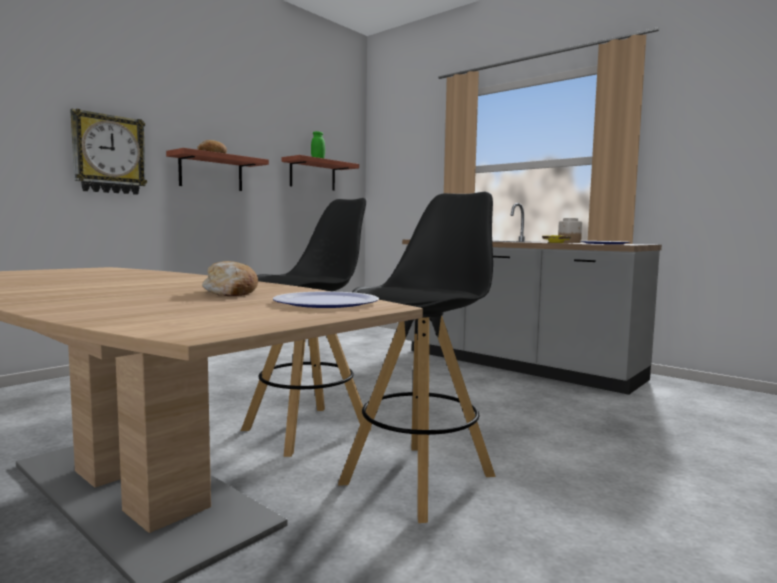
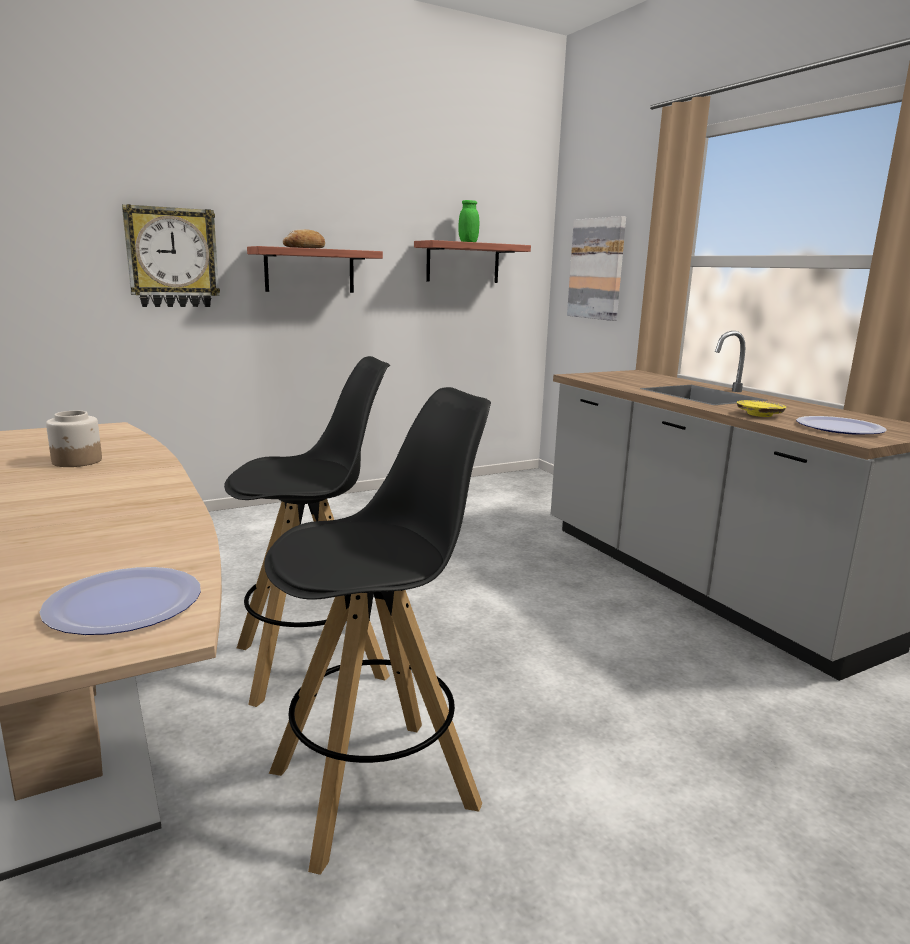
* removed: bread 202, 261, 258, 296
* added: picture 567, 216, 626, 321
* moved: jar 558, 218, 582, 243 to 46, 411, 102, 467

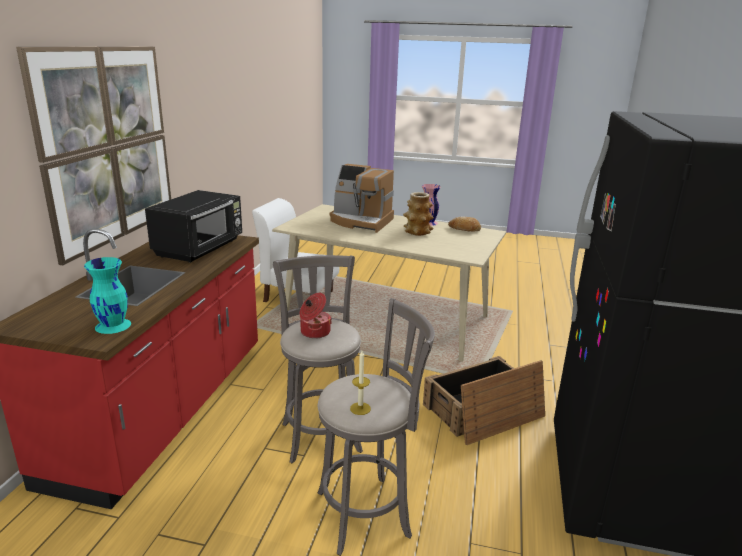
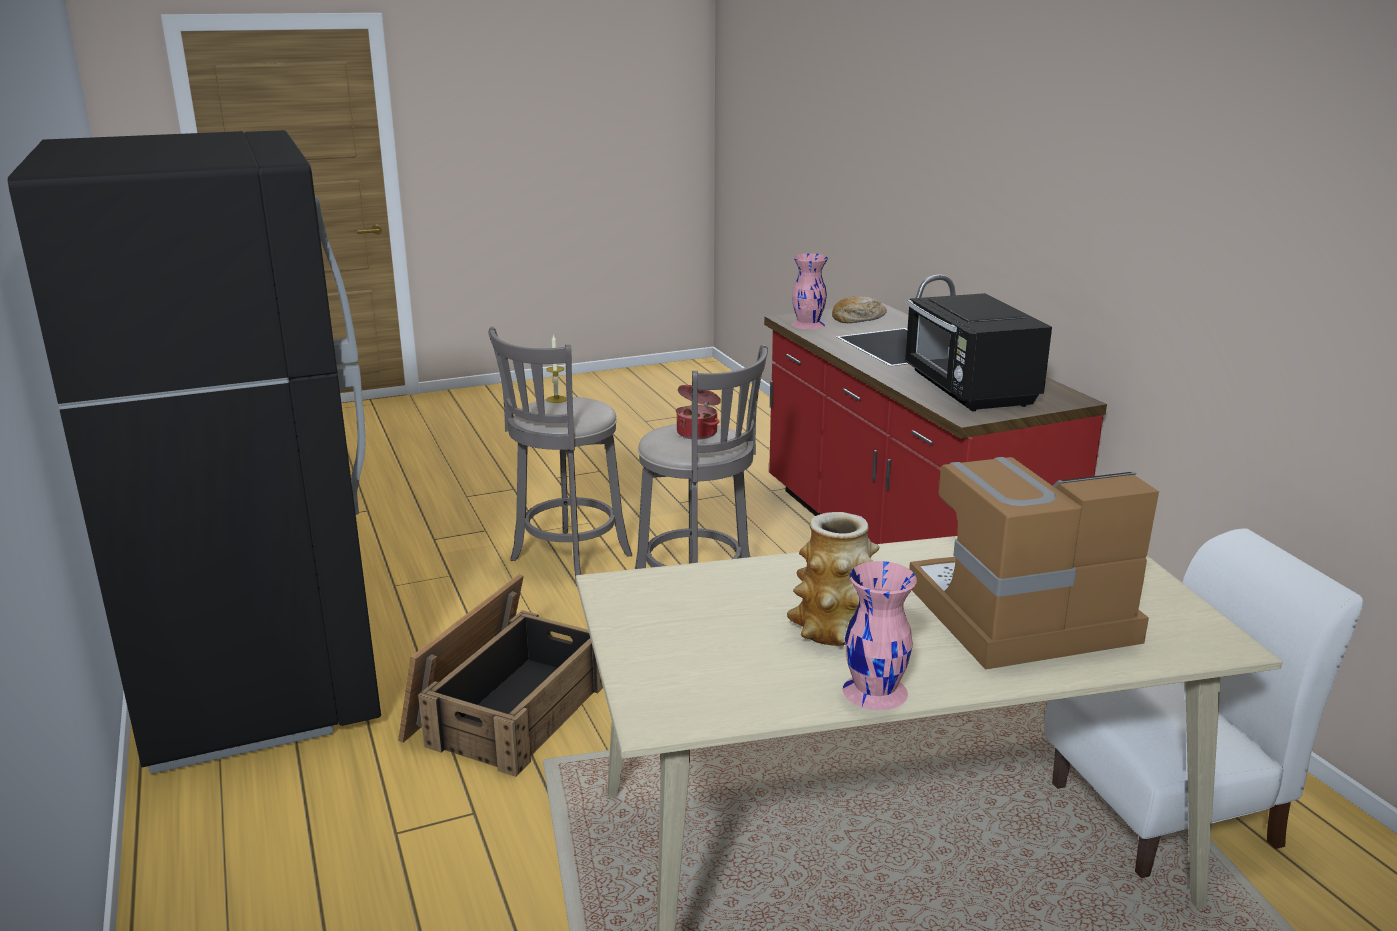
* removed: picture 16, 47, 171, 265
* moved: bread 448, 216, 481, 231 to 832, 296, 887, 323
* recoloured: turquoise vase 84, 257, 131, 334 to pink vase 791, 253, 828, 329

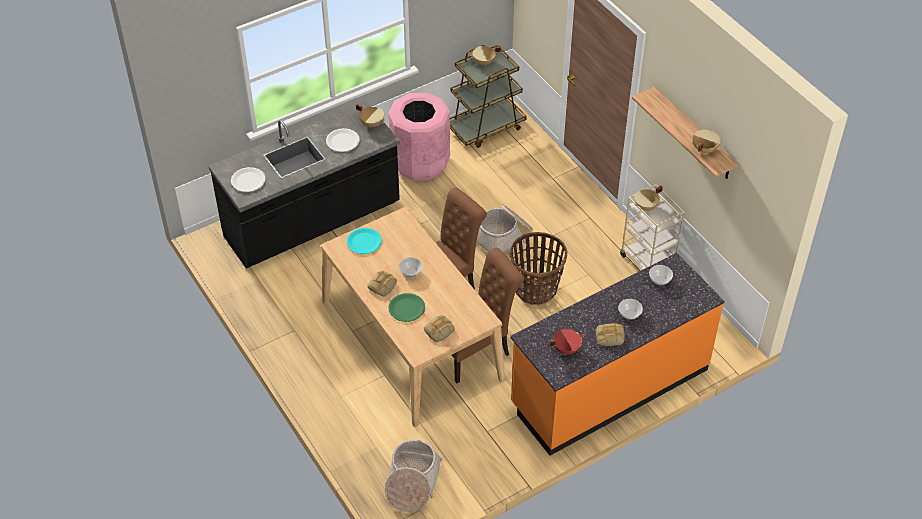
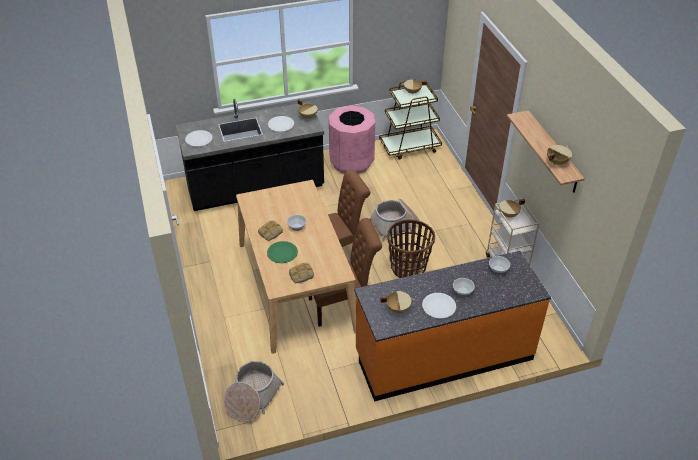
* removed: turquoise plate 347, 228, 382, 254
* replaced: bread 596, 323, 625, 346 to white plate 422, 293, 456, 319
* recoloured: red cooking pot 548, 329, 584, 355 to beige cooking pot 380, 291, 415, 313

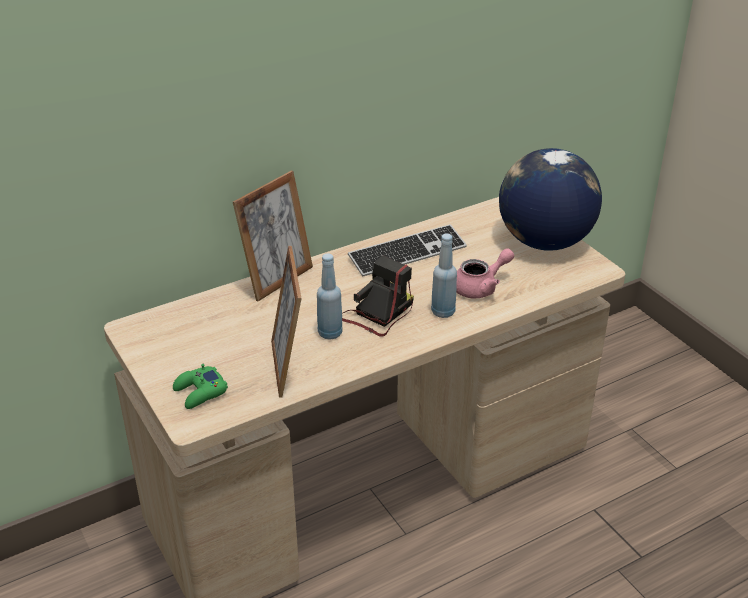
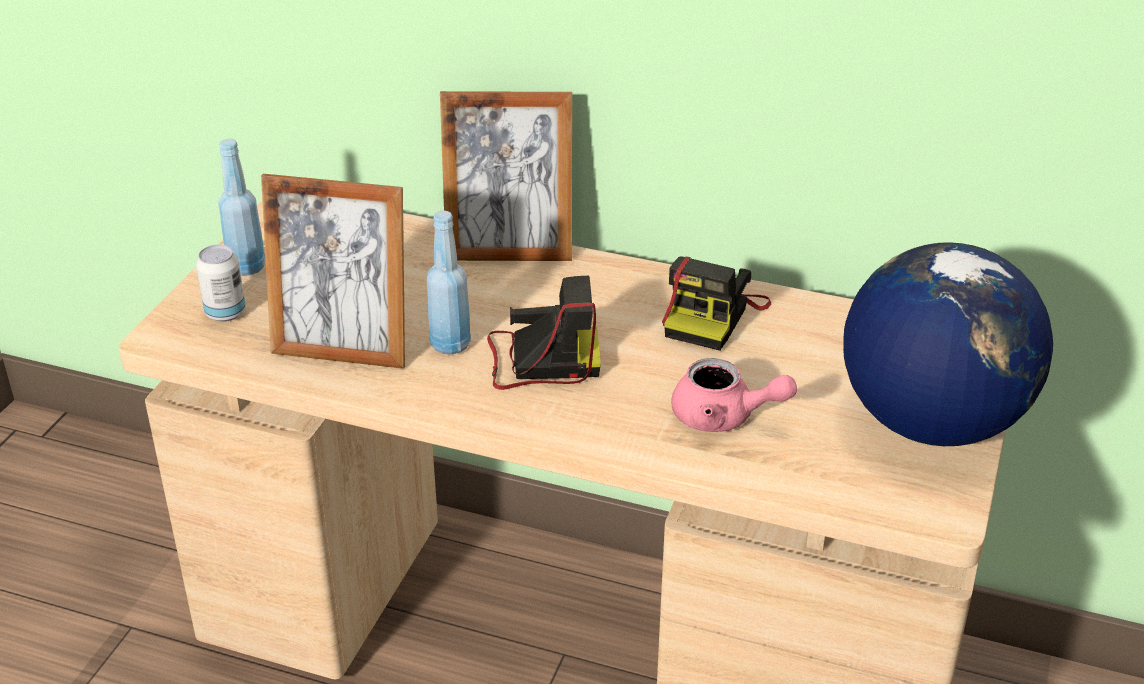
* moved: blue bottle 431, 233, 457, 318 to 218, 139, 265, 276
* replaced: green game controller 173, 364, 228, 409 to can 196, 245, 246, 322
* replaced: keyboard 348, 224, 467, 276 to photo camera 662, 256, 771, 351
* turned: picture frame 271, 246, 302, 397 = 261, 174, 405, 369 120 degrees counterclockwise

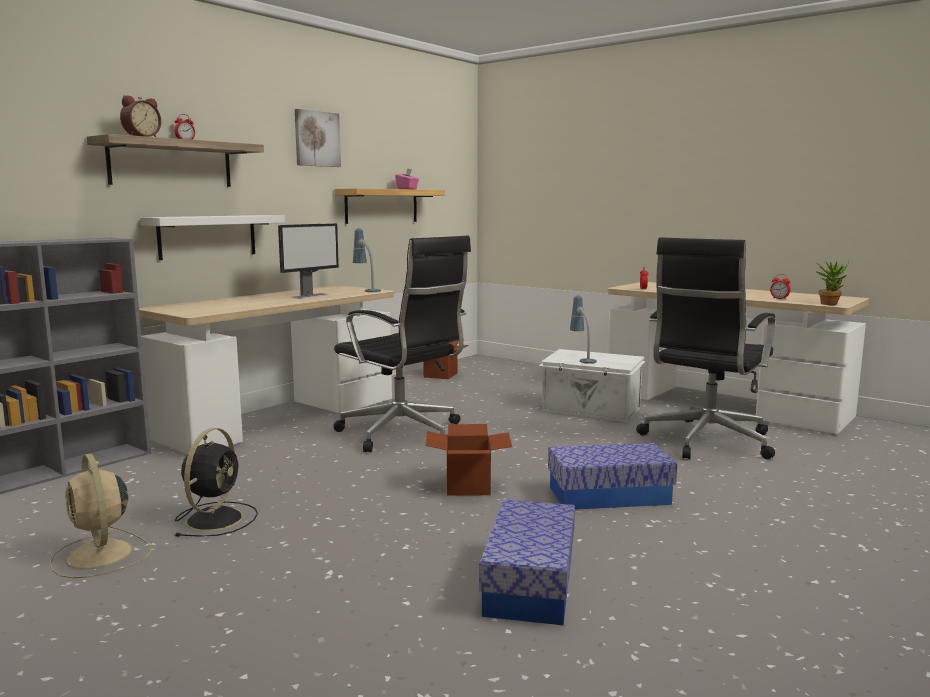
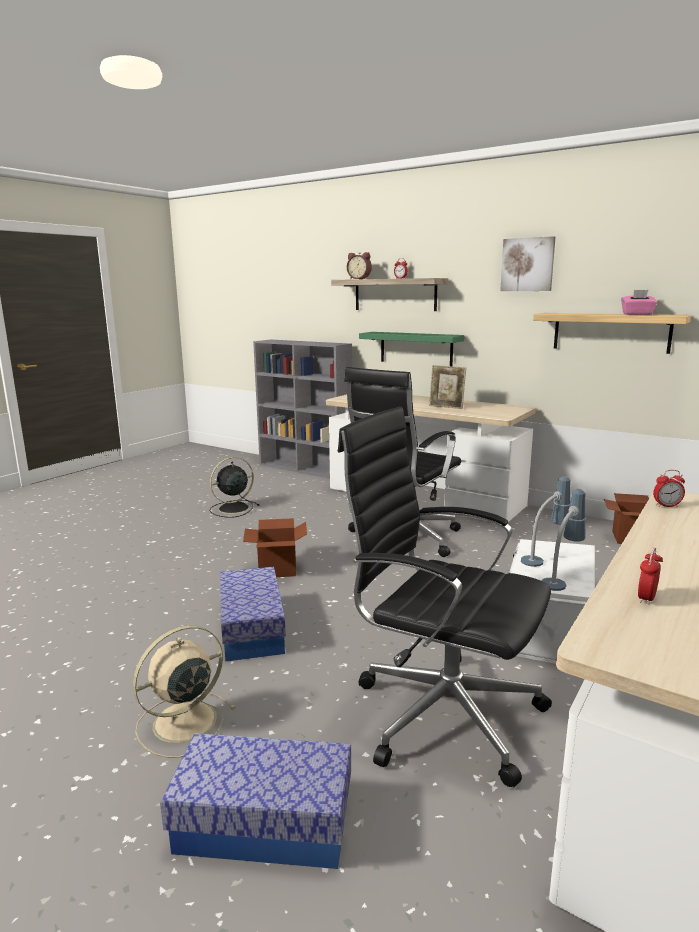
* removed: potted plant 815, 261, 849, 305
* moved: beige fan 50, 453, 152, 578 to 133, 625, 236, 758
* moved: table lamp 353, 229, 381, 292 to 542, 489, 586, 591
* moved: storage box 479, 499, 575, 625 to 160, 733, 351, 869
* replaced: monitor 278, 223, 339, 299 to picture frame 429, 365, 466, 409
* recoloured: white shelf 140, 215, 285, 260 to green shelf 359, 332, 465, 366
* turned: black fan 175, 428, 258, 537 = 210, 457, 260, 518 135 degrees clockwise

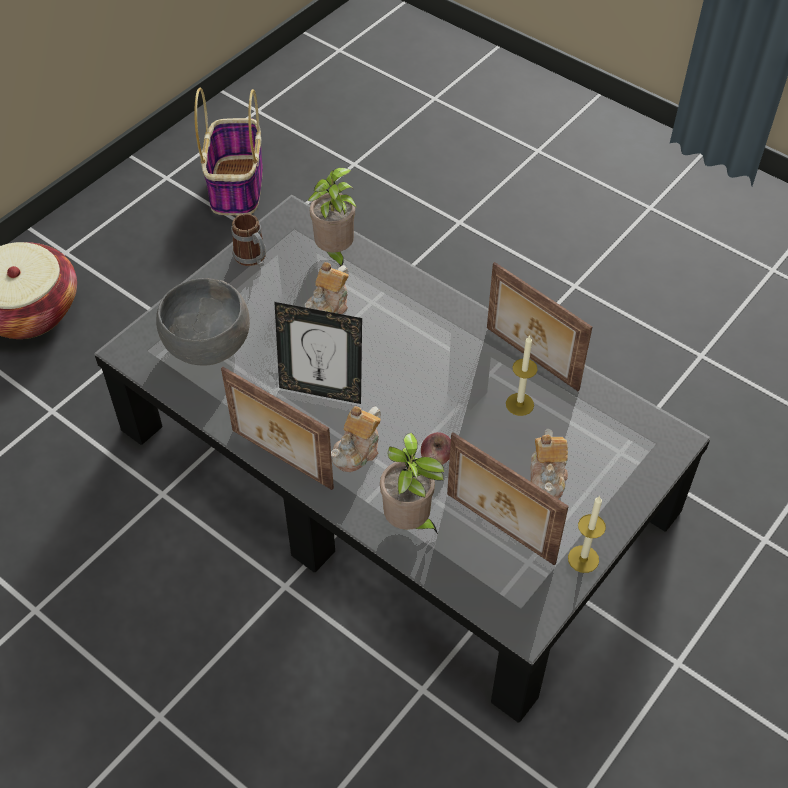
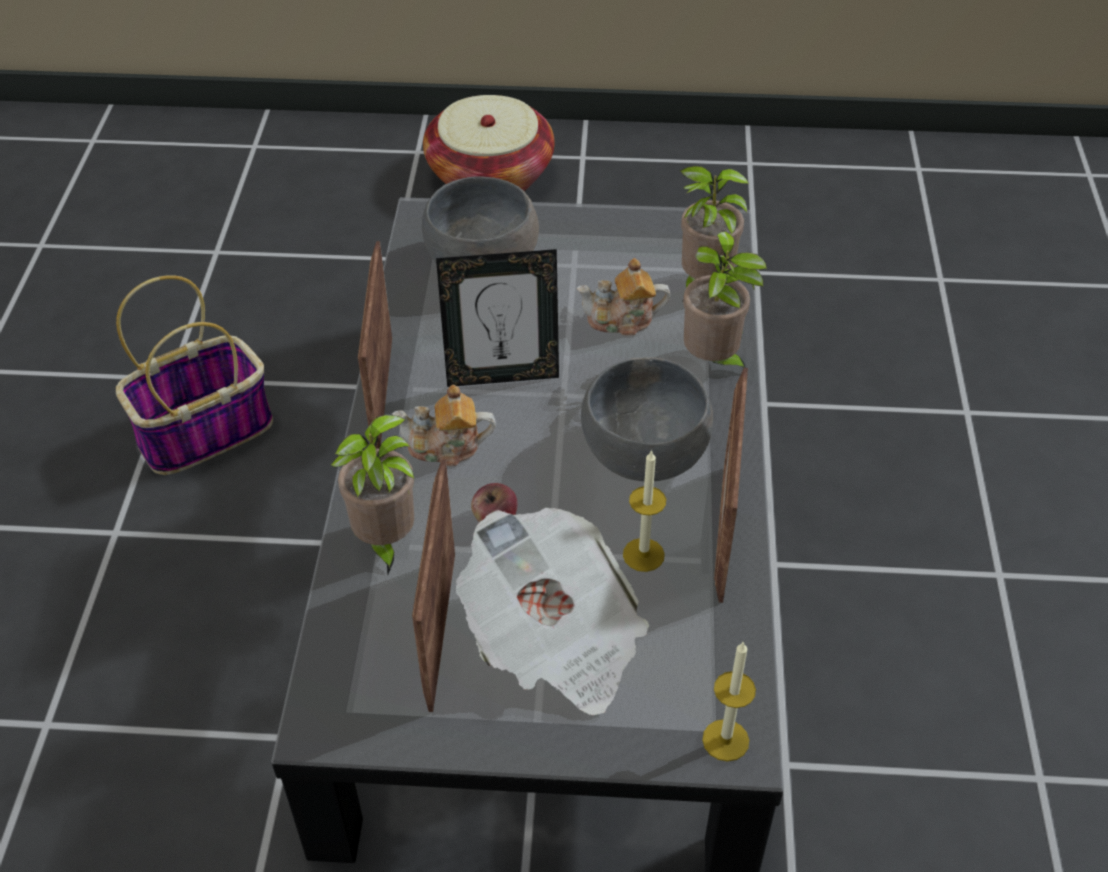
* removed: mug 232, 213, 266, 267
* added: grey bowl 581, 357, 713, 481
* added: potted plant 683, 231, 767, 375
* moved: basket 194, 88, 263, 215 to 116, 275, 273, 475
* moved: candle 568, 496, 606, 573 to 702, 642, 756, 762
* replaced: teapot 530, 429, 568, 499 to newspaper 456, 507, 649, 715
* turned: picture frame 274, 302, 362, 404 = 436, 249, 559, 387 75 degrees counterclockwise

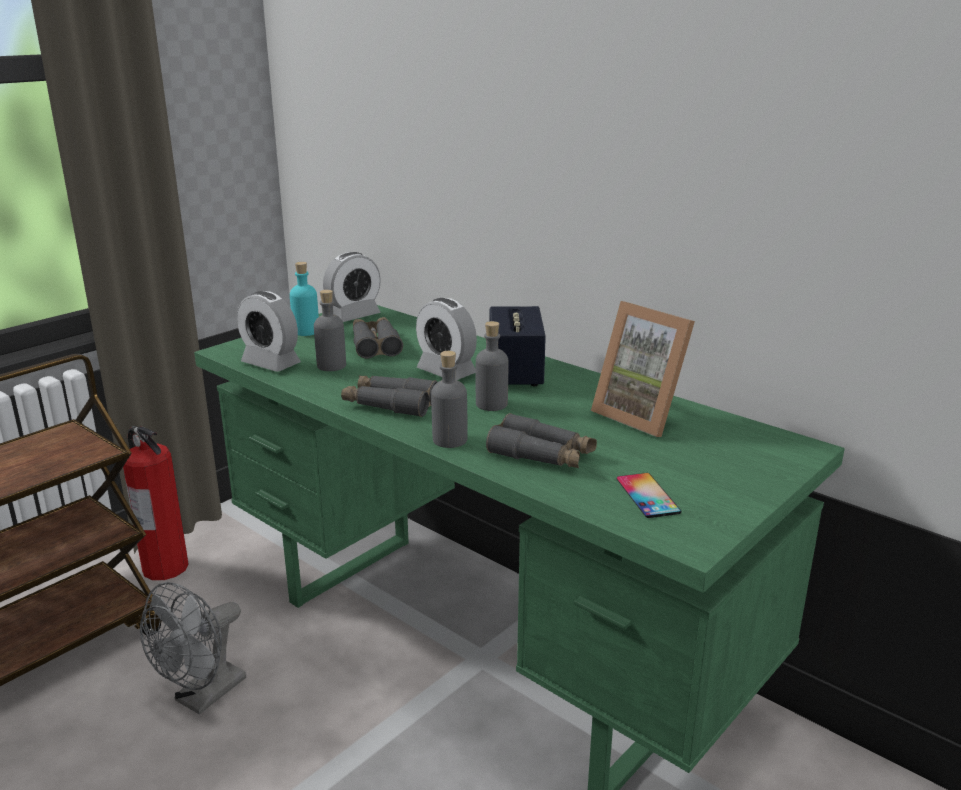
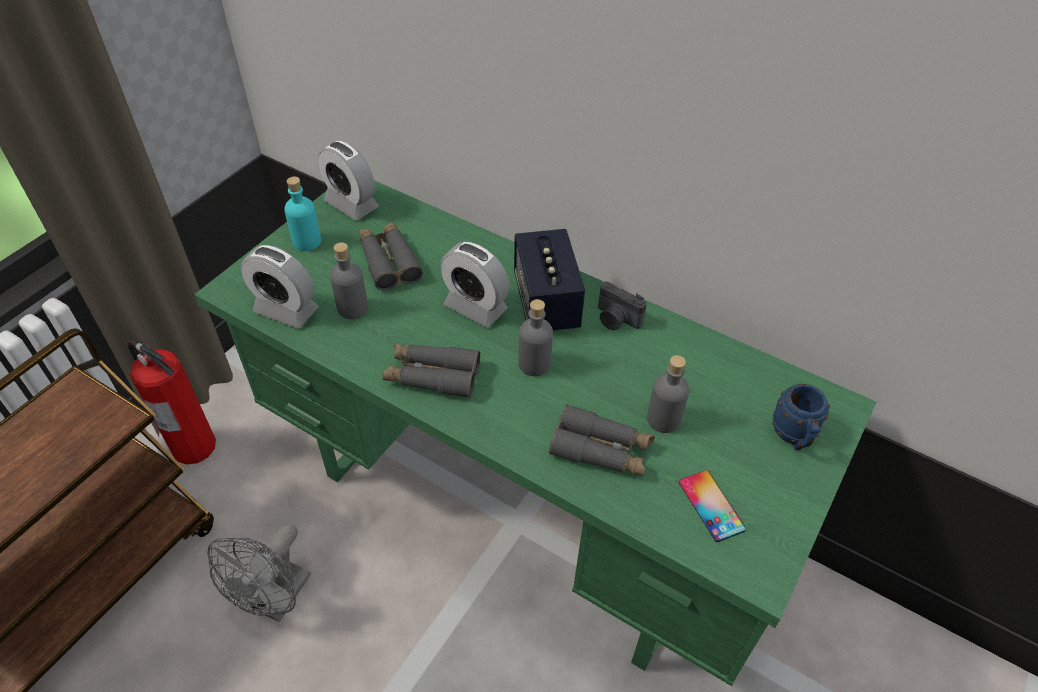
* removed: picture frame 591, 301, 695, 437
* added: photo camera 598, 281, 647, 330
* added: blue mug 772, 384, 830, 450
* moved: grey bottle 431, 351, 468, 448 to 647, 355, 689, 433
* turned: alarm clock 323, 252, 381, 322 = 318, 141, 379, 221 90 degrees clockwise

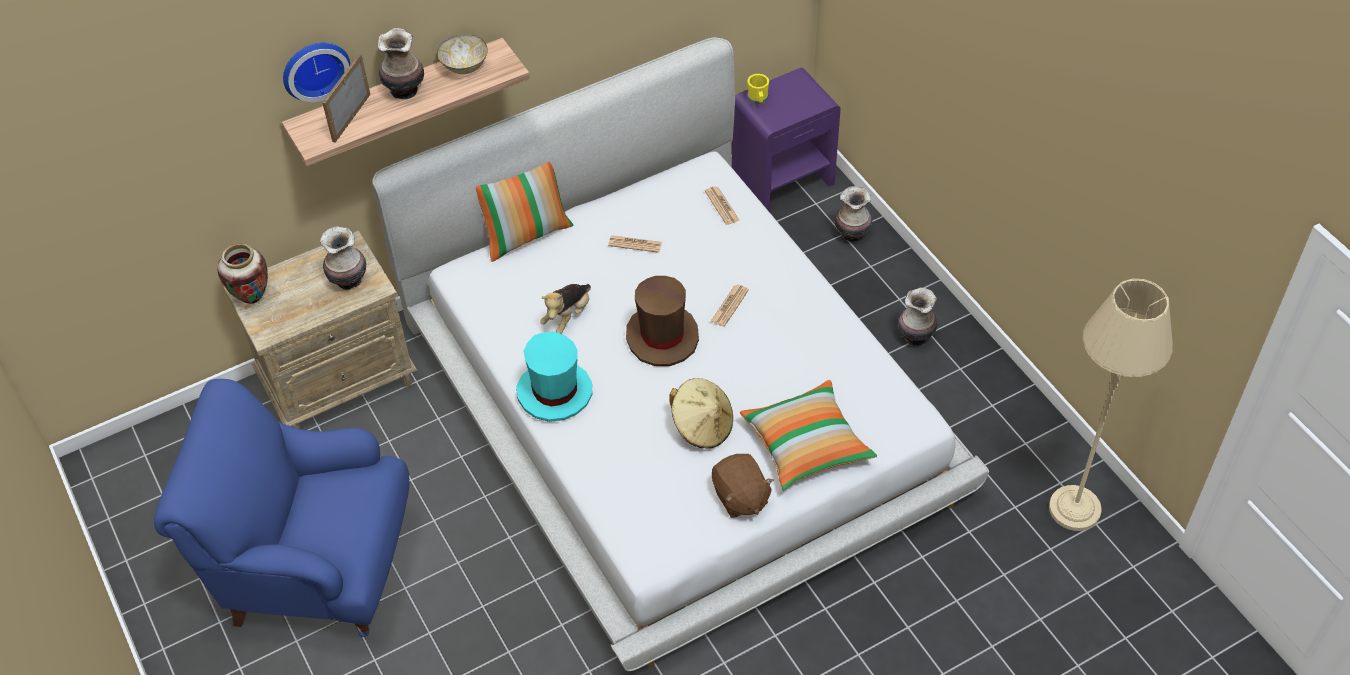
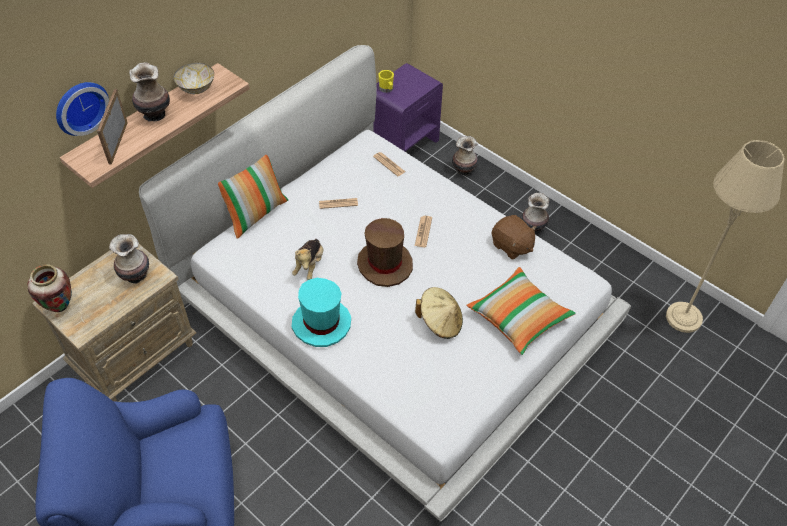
* moved: brown plush toy 712, 454, 774, 518 to 492, 215, 537, 260

